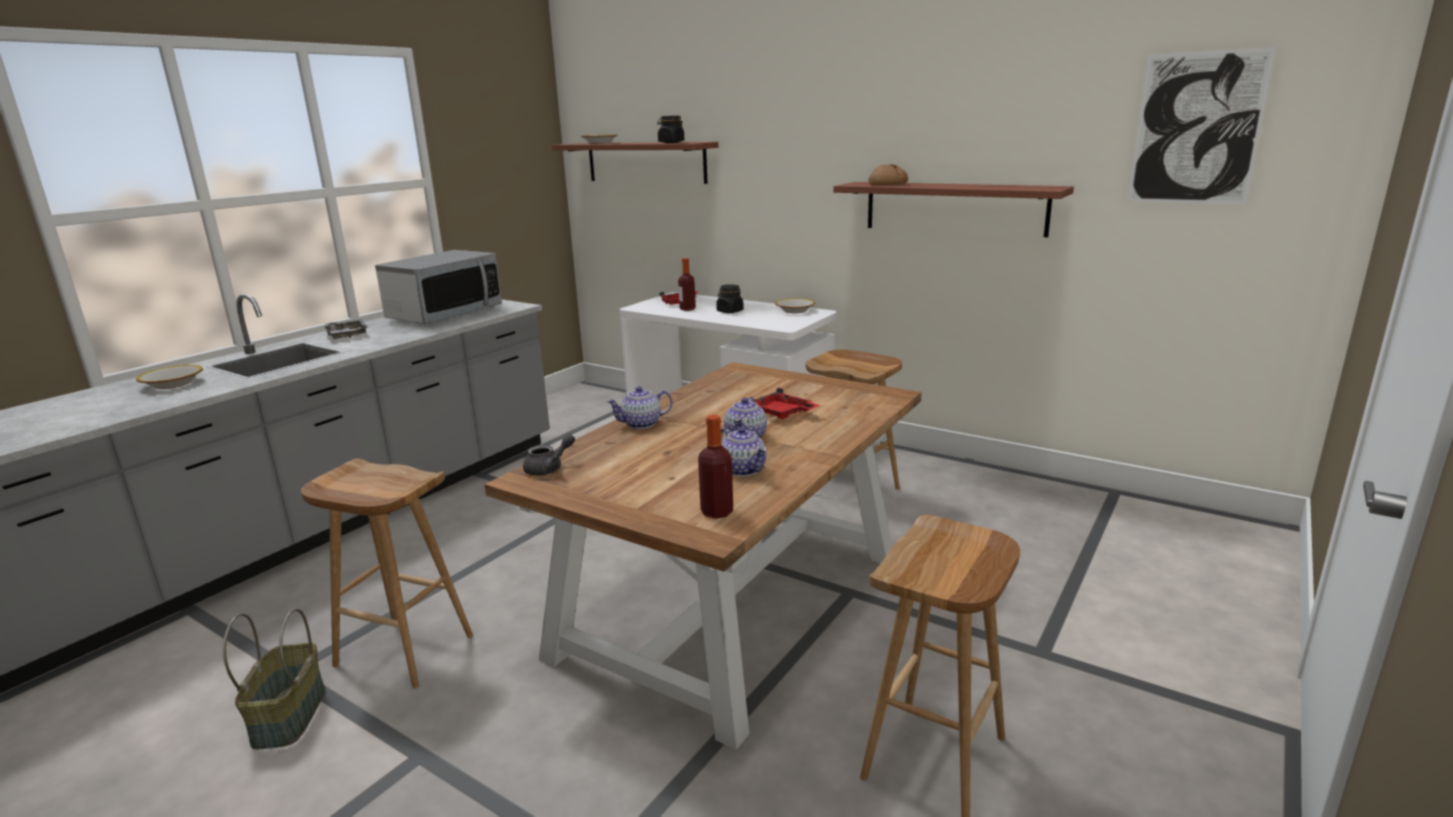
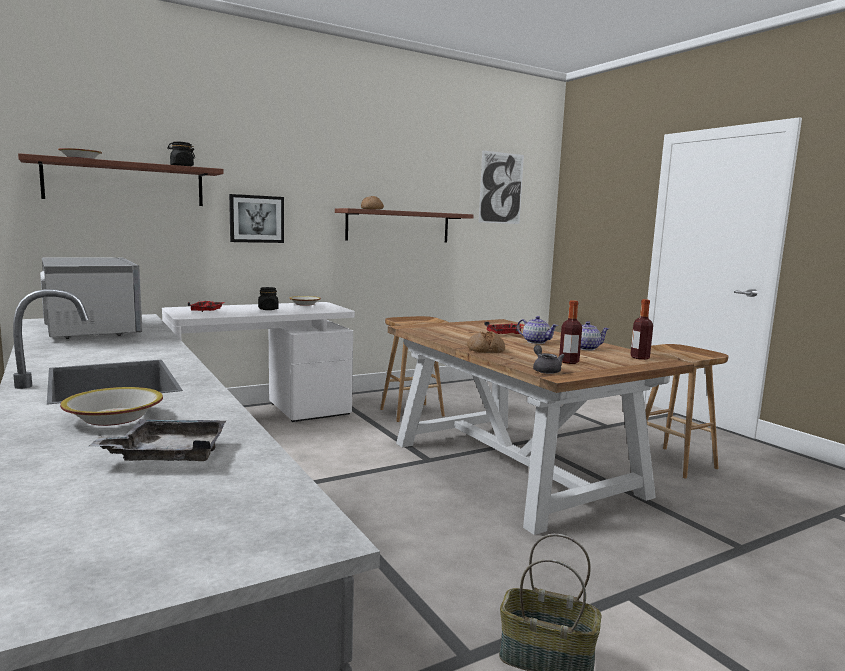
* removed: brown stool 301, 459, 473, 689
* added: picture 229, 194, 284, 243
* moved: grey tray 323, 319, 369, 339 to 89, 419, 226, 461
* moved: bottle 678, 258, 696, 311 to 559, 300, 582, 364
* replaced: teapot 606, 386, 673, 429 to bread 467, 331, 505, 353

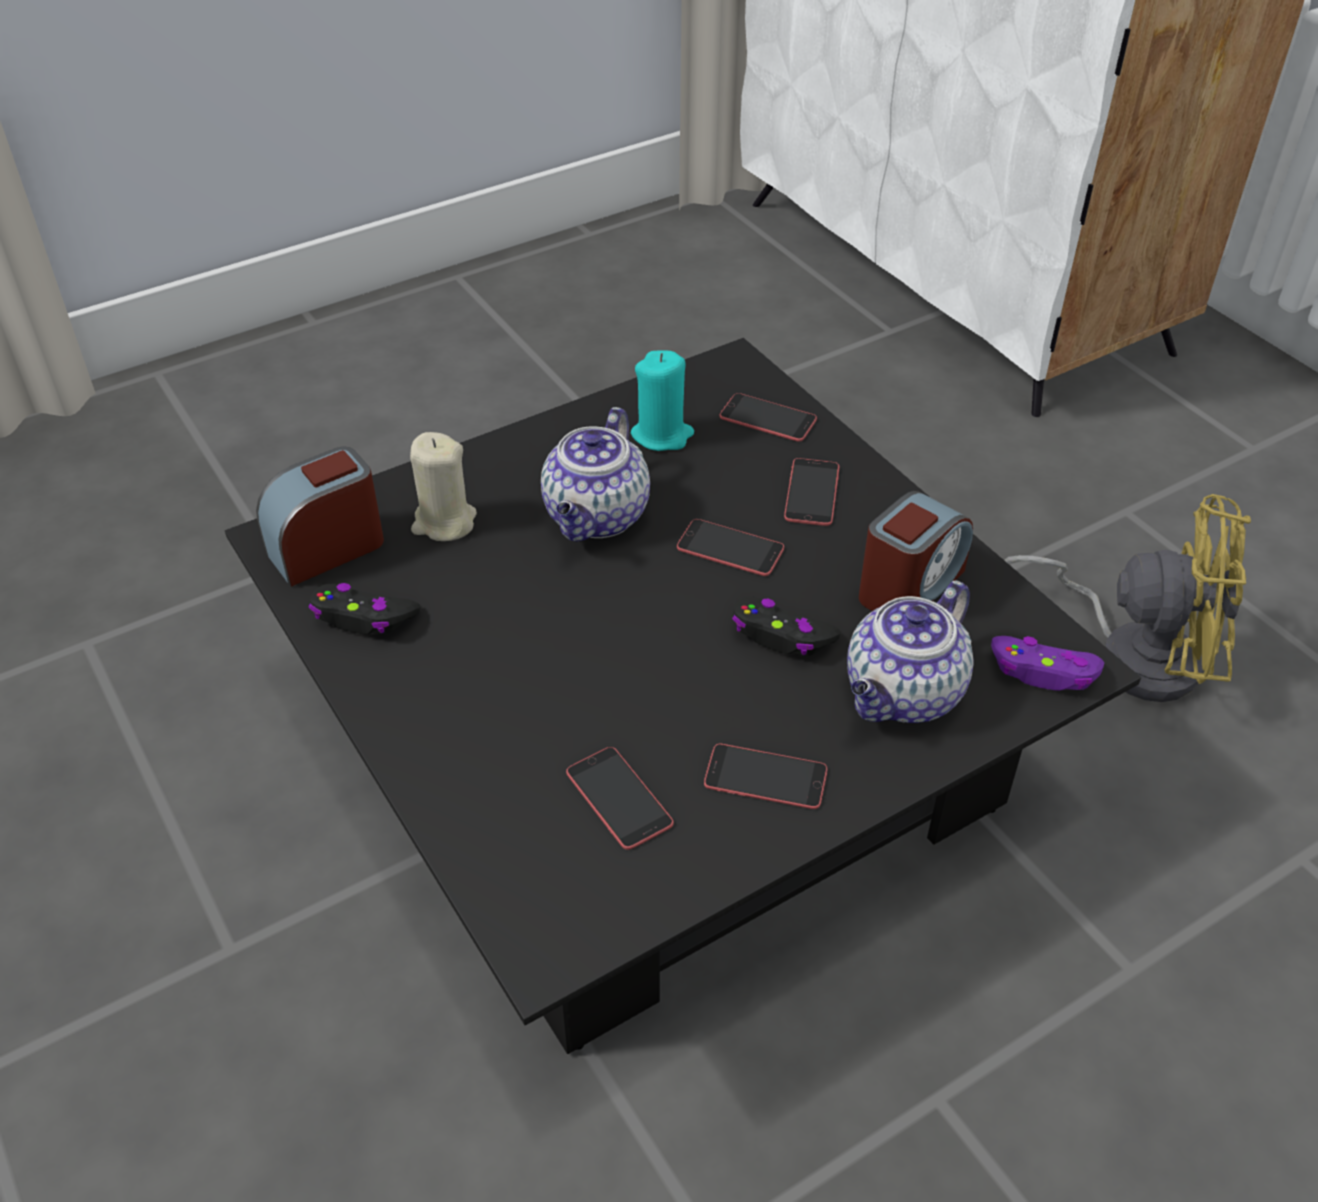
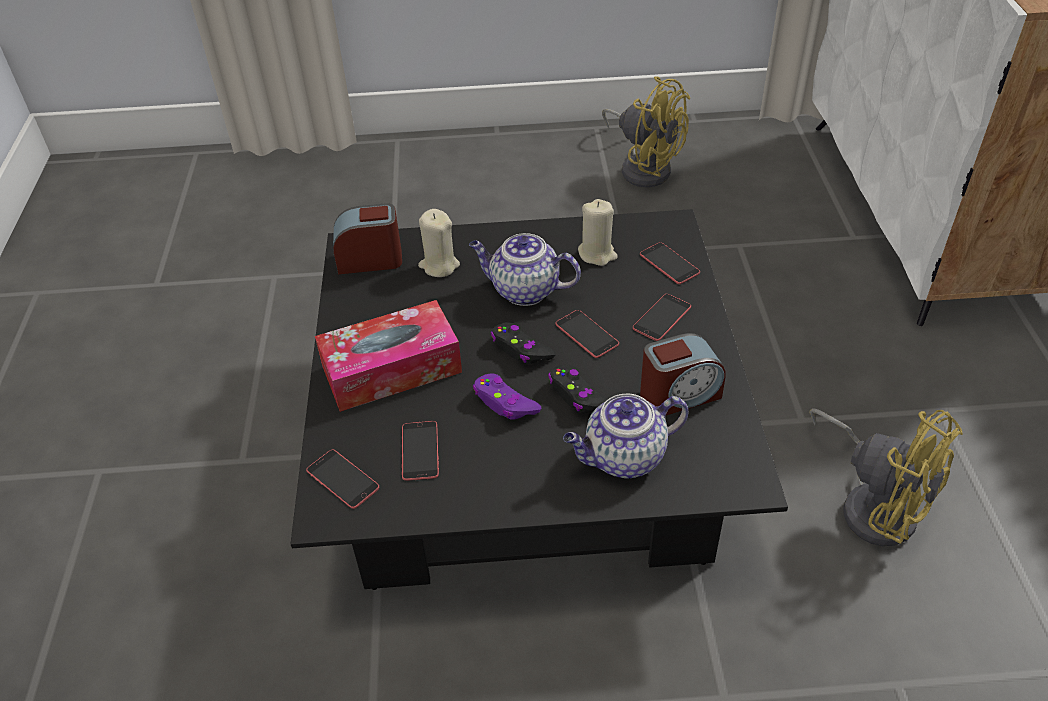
* added: tissue box 315, 300, 462, 412
* added: yellow fan 602, 76, 690, 187
* moved: black game controller 309, 583, 421, 635 to 491, 322, 556, 364
* moved: phone 704, 744, 827, 809 to 306, 449, 379, 509
* moved: purple game controller 991, 636, 1104, 691 to 473, 374, 541, 420
* recoloured: turquoise candle 631, 350, 694, 451 to beige candle 578, 199, 618, 266
* turned: teapot 541, 407, 650, 542 = 469, 233, 581, 306 60 degrees clockwise

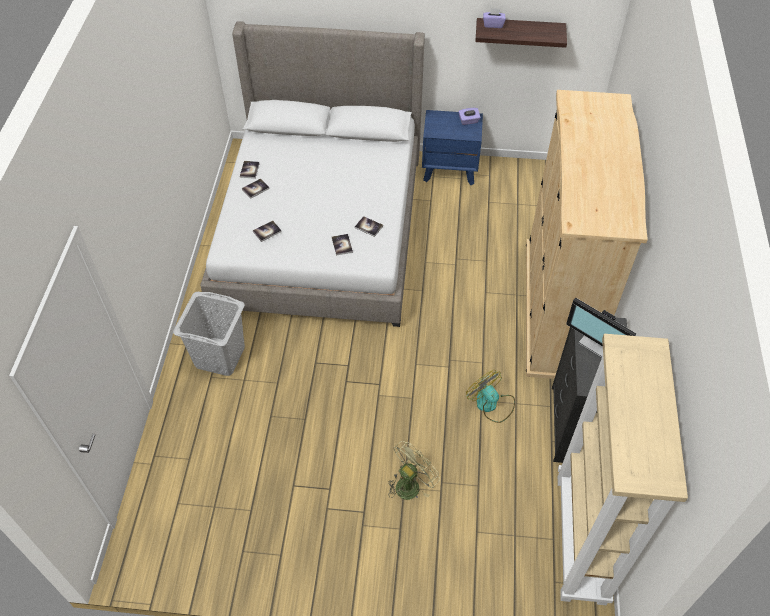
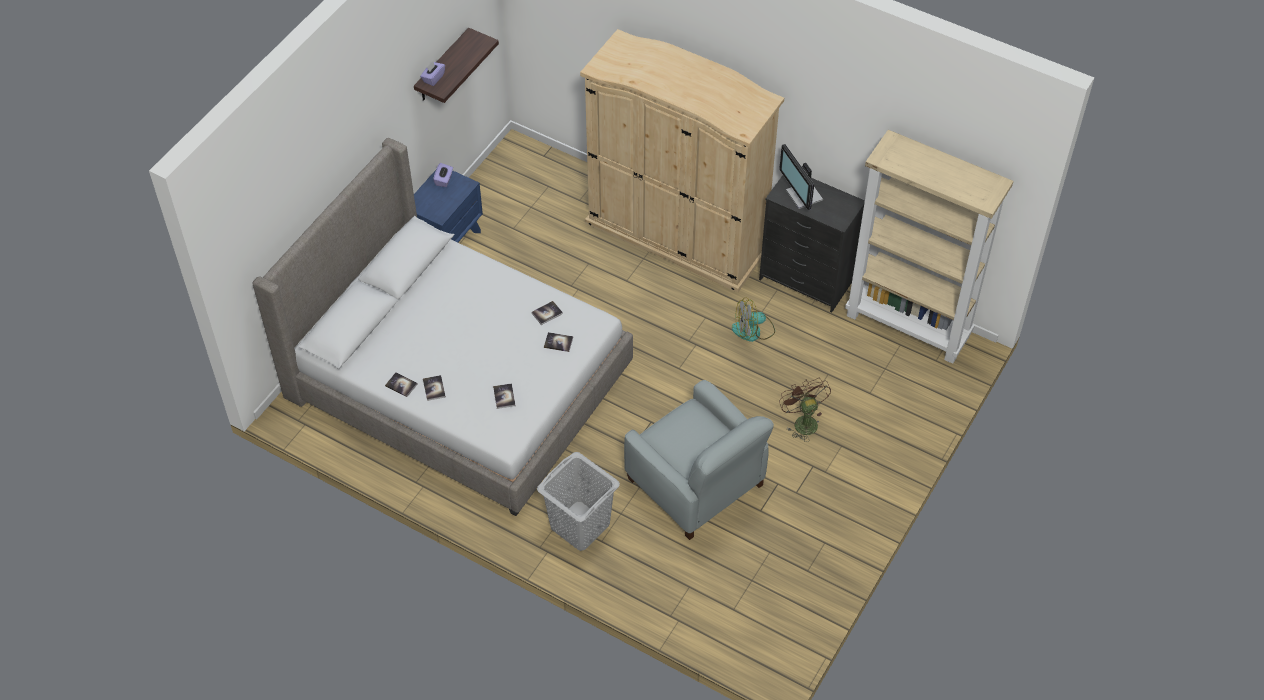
* added: grey armchair 624, 380, 774, 540
* recoloured: green fan 388, 441, 440, 500 to brown fan 779, 378, 831, 442
* turned: monitor 566, 298, 636, 358 = 779, 144, 823, 210 90 degrees clockwise

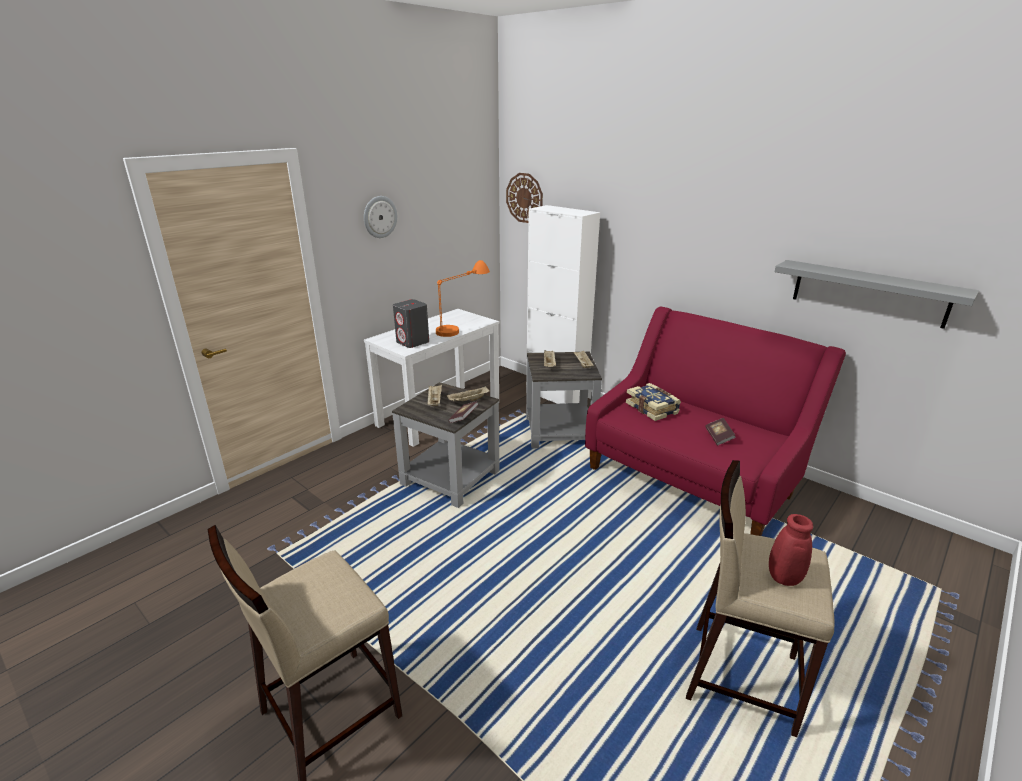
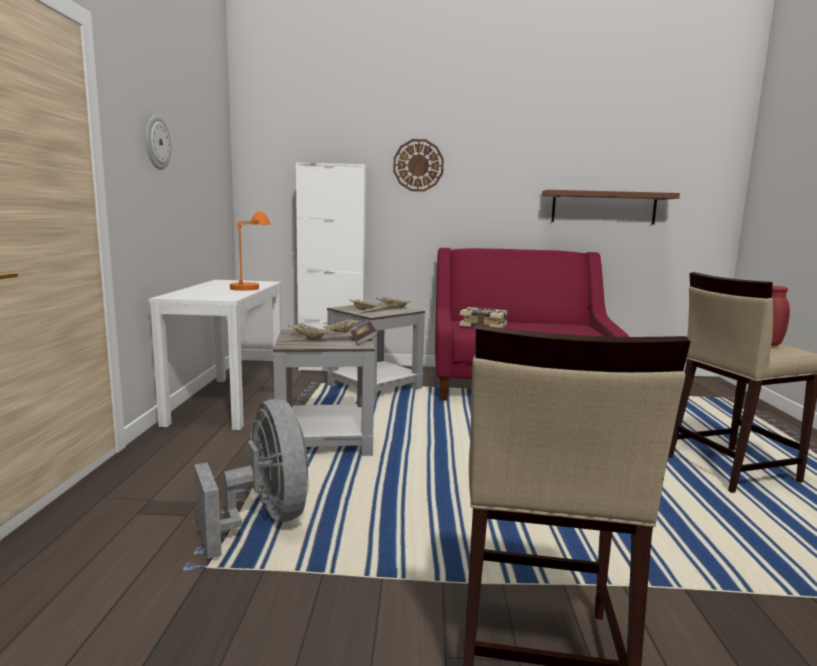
* removed: grey speaker 393, 299, 429, 348
* removed: book 705, 418, 736, 446
* added: grey fan 194, 399, 309, 559
* moved: wall clock 506, 173, 543, 223 to 393, 139, 444, 192
* recoloured: grey shelf 775, 260, 979, 329 to brown shelf 542, 190, 680, 225

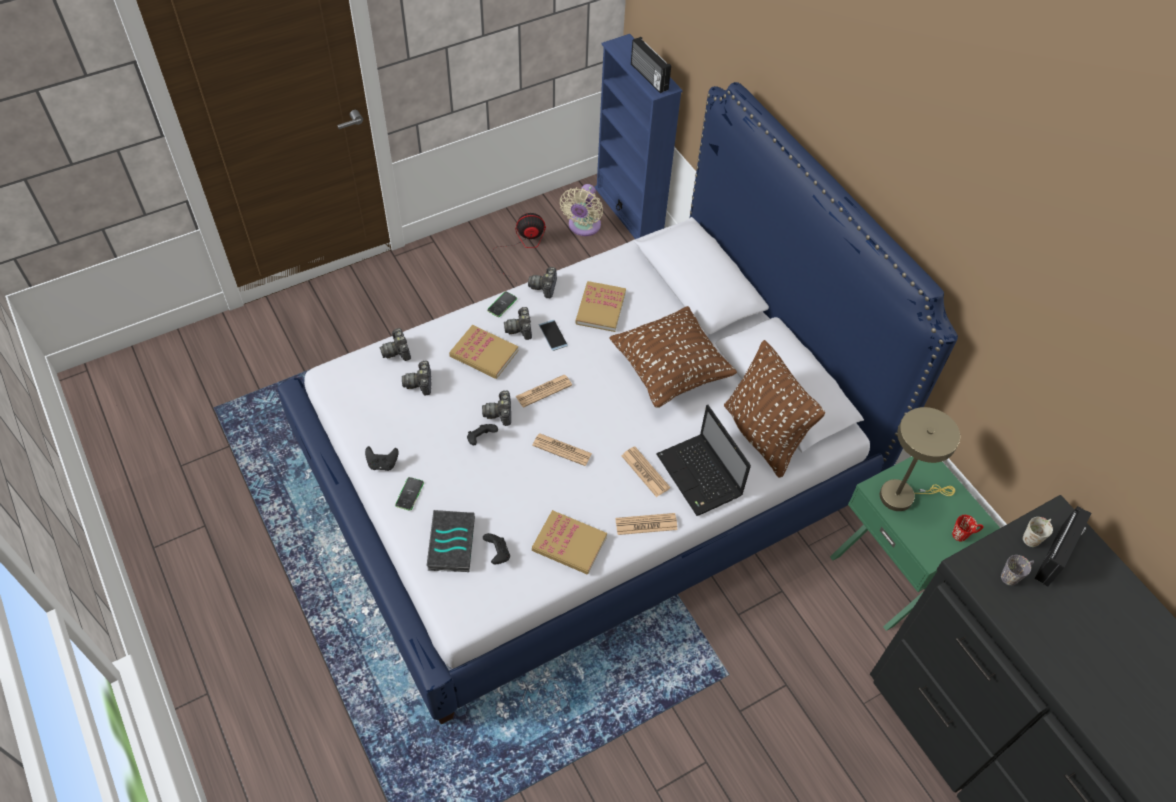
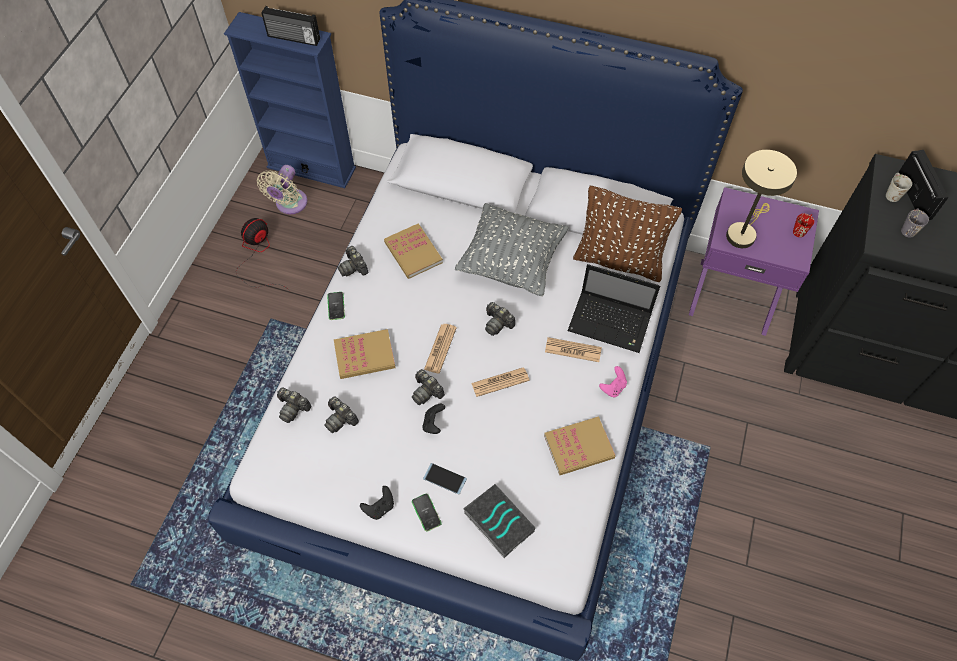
* removed: black game controller 483, 533, 510, 564
* moved: photo camera 504, 307, 532, 340 to 485, 302, 515, 336
* moved: phone 539, 320, 568, 351 to 423, 463, 467, 494
* replaced: newspaper 615, 513, 678, 535 to pink game controller 599, 366, 627, 397
* recoloured: brown pillow 609, 306, 737, 408 to grey pillow 455, 203, 568, 297
* recoloured: green nightstand 830, 456, 1000, 631 to purple nightstand 689, 187, 819, 336
* turned: beige fan 559, 184, 603, 236 = 257, 165, 308, 214 45 degrees clockwise

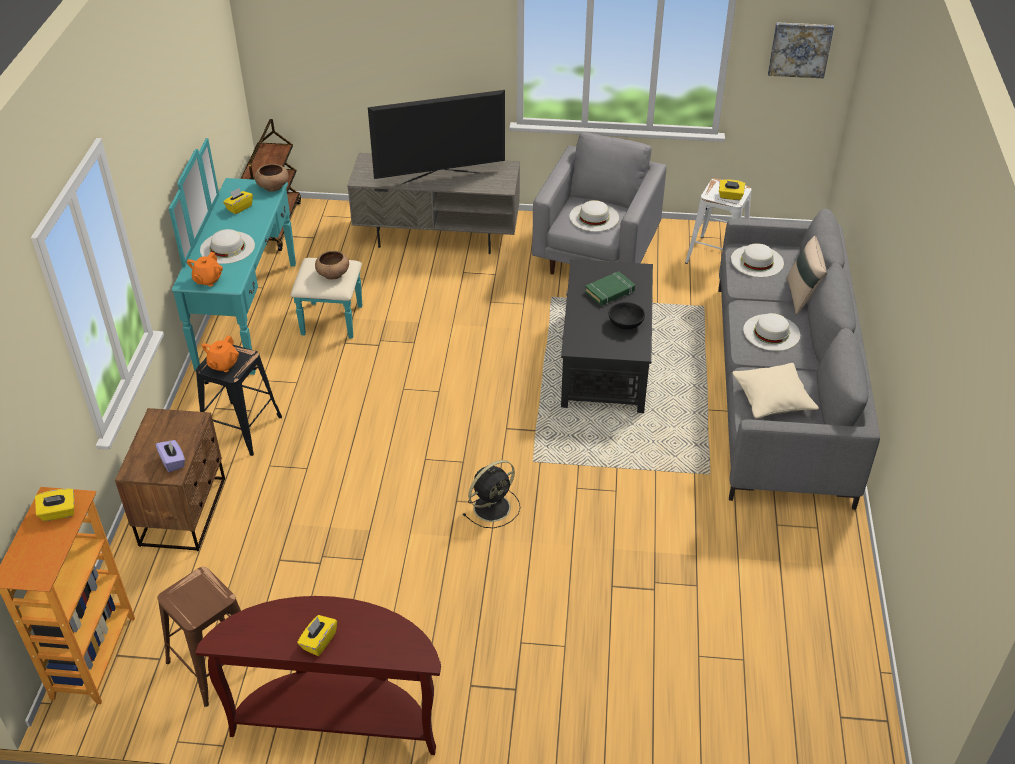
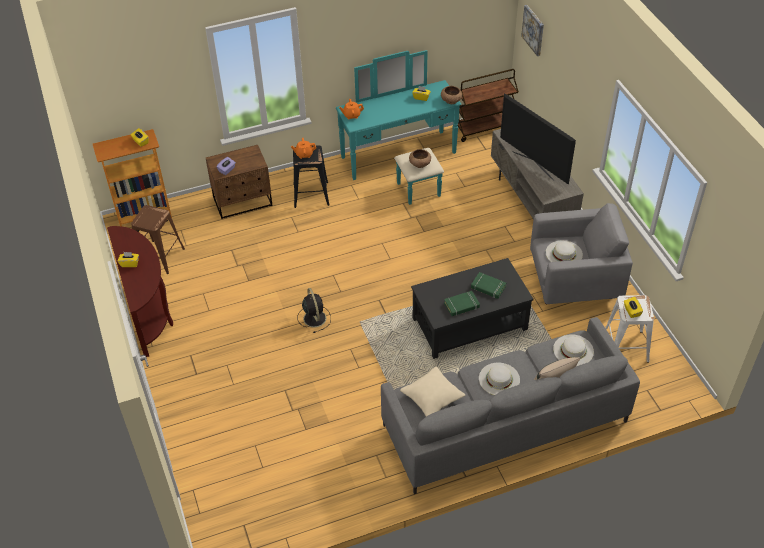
* removed: white hat 200, 229, 255, 264
* moved: picture 768, 22, 834, 78 to 521, 5, 544, 56
* replaced: black bowl 609, 302, 645, 329 to green book 444, 291, 480, 316
* turned: black fan 463, 460, 521, 528 = 297, 288, 331, 333 135 degrees counterclockwise

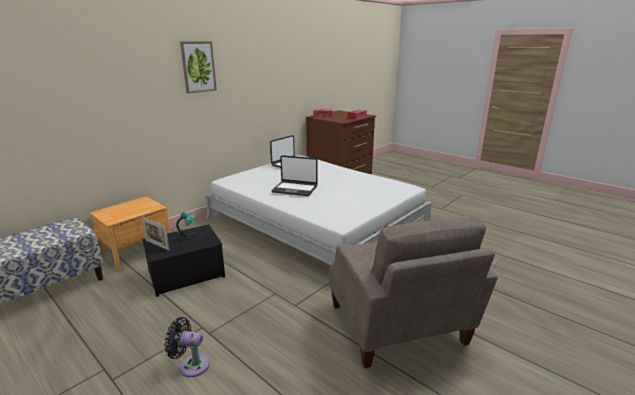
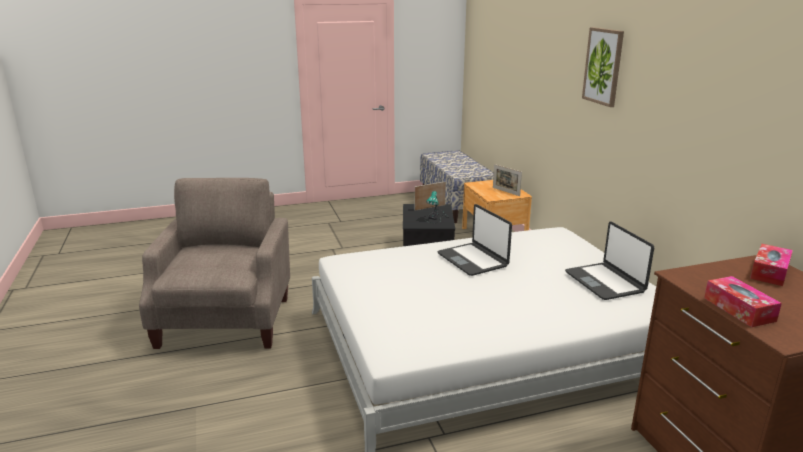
* removed: black fan 165, 317, 210, 377
* added: picture frame 493, 164, 522, 196
* turned: laptop 271, 155, 318, 196 = 437, 204, 512, 276 75 degrees counterclockwise
* turned: beige armchair 329, 215, 498, 368 = 139, 178, 290, 349 75 degrees clockwise

